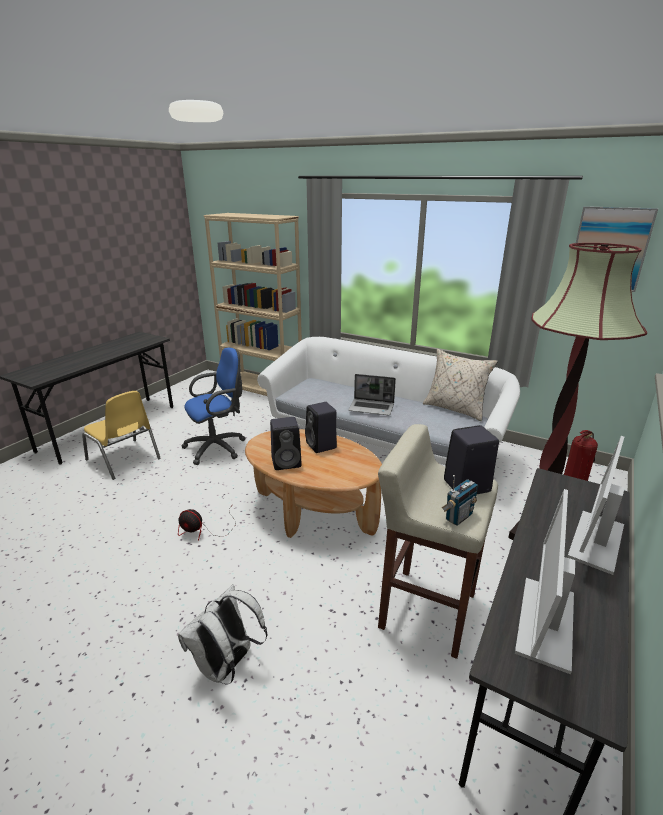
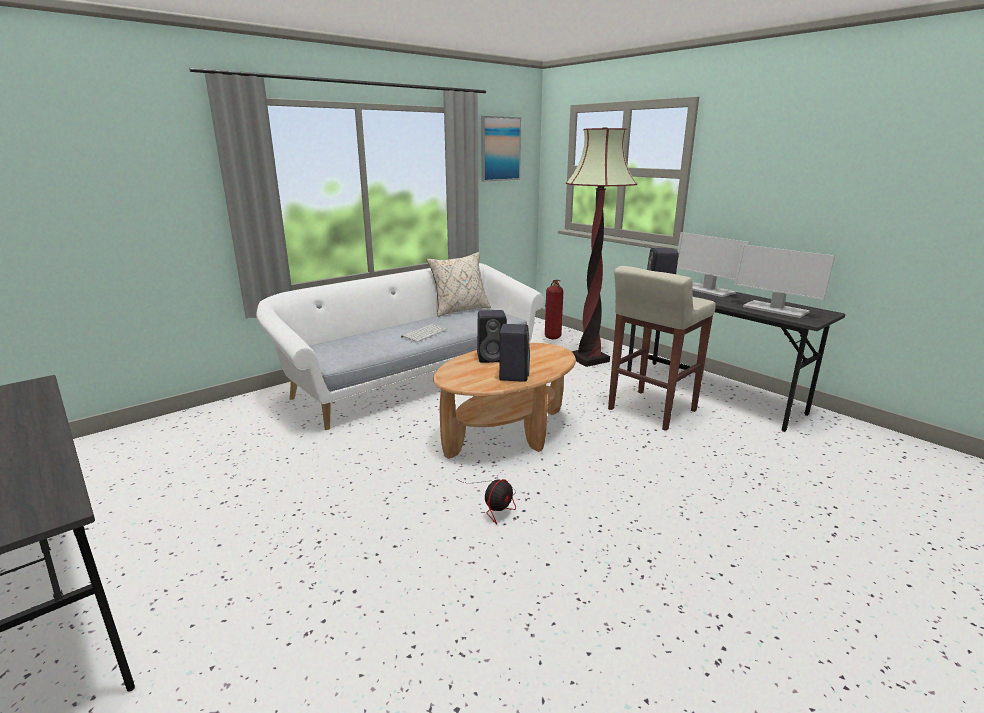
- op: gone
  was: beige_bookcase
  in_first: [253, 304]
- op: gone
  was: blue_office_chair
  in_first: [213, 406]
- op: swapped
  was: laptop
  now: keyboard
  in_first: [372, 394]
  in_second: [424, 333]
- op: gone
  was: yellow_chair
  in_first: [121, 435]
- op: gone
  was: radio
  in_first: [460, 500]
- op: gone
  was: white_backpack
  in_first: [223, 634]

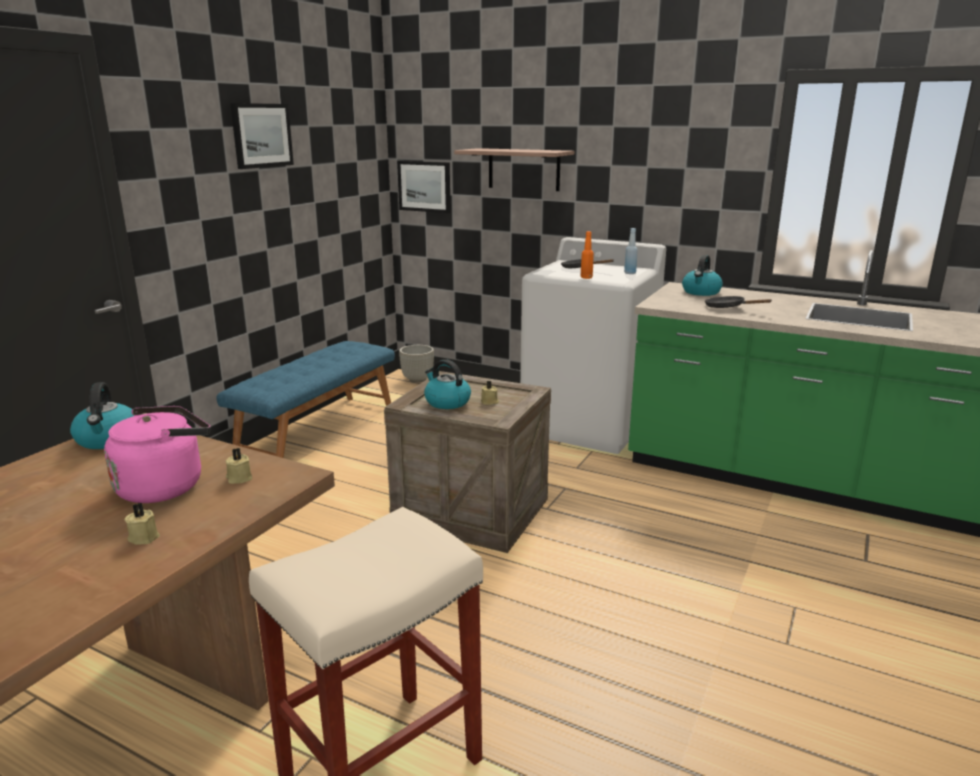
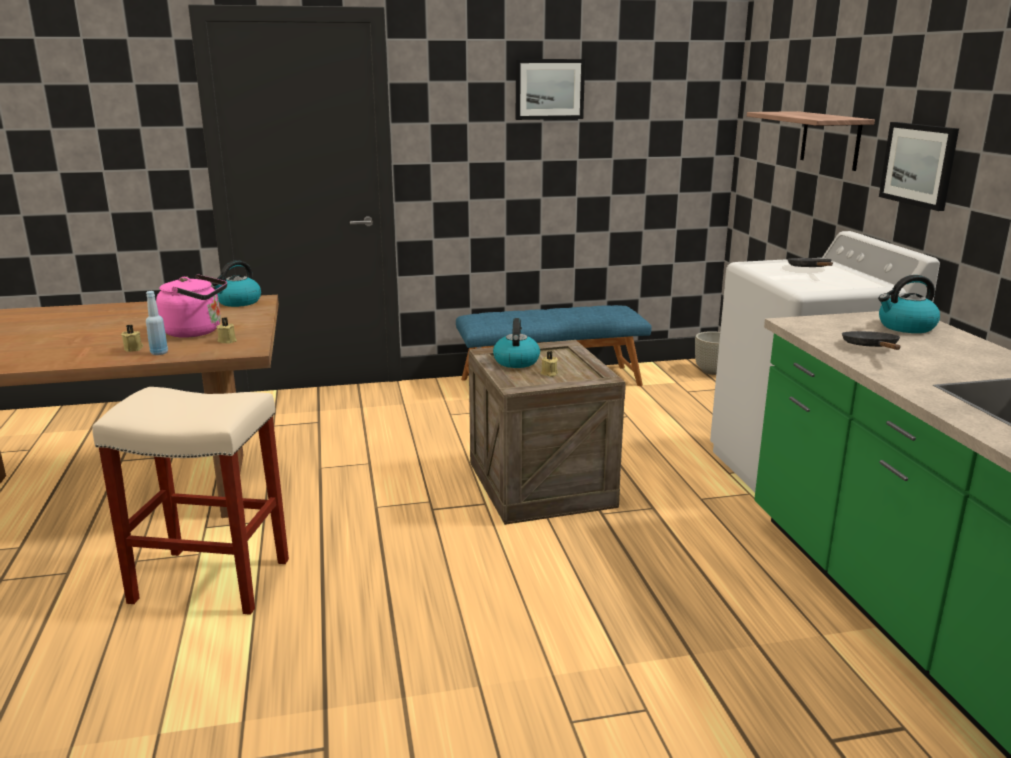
- op: shifted
  was: picture
  in_first: [424, 187]
  in_second: [919, 166]
- op: shifted
  was: blue_bottle
  in_first: [631, 251]
  in_second: [157, 323]
- op: gone
  was: orange_bottle
  in_first: [587, 255]

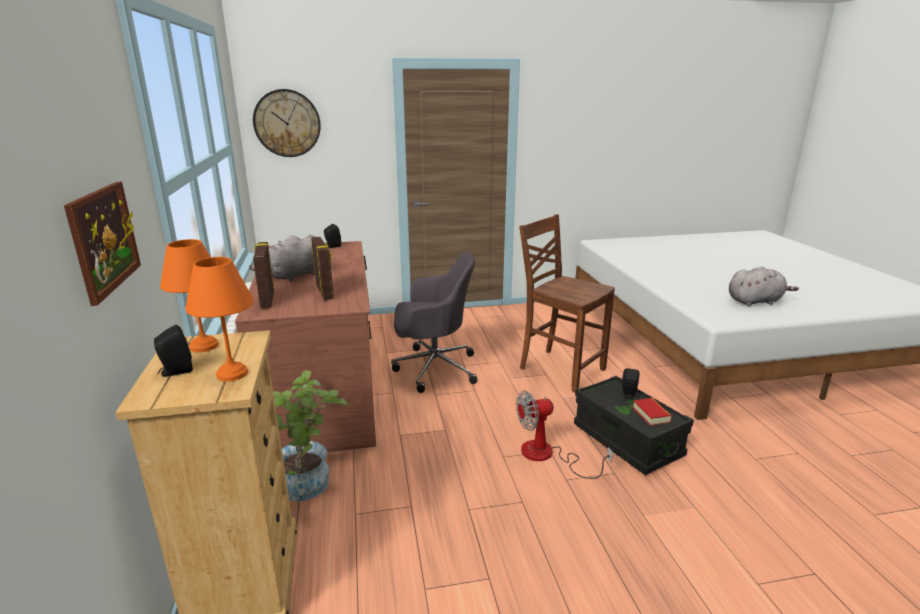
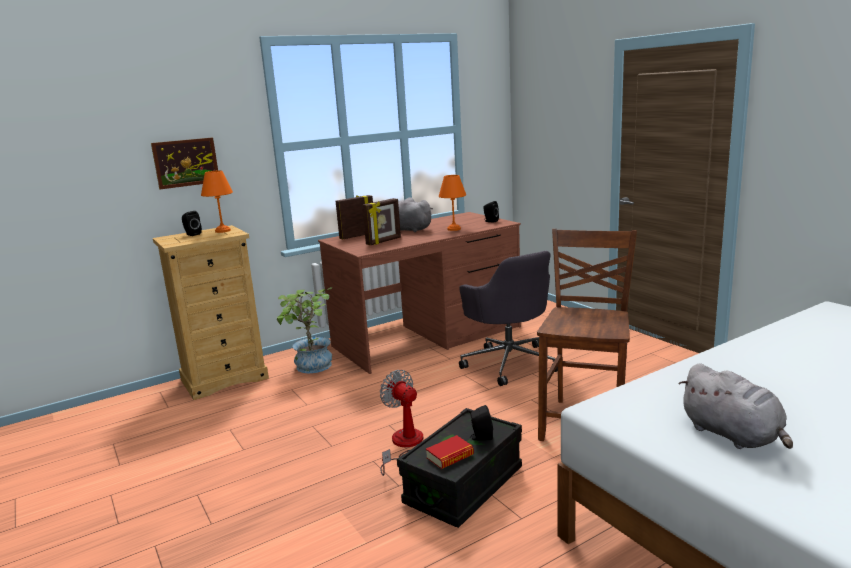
- op: gone
  was: wall_clock
  in_first: [287, 123]
- op: shifted
  was: orange_table_lamp
  in_first: [219, 319]
  in_second: [452, 203]

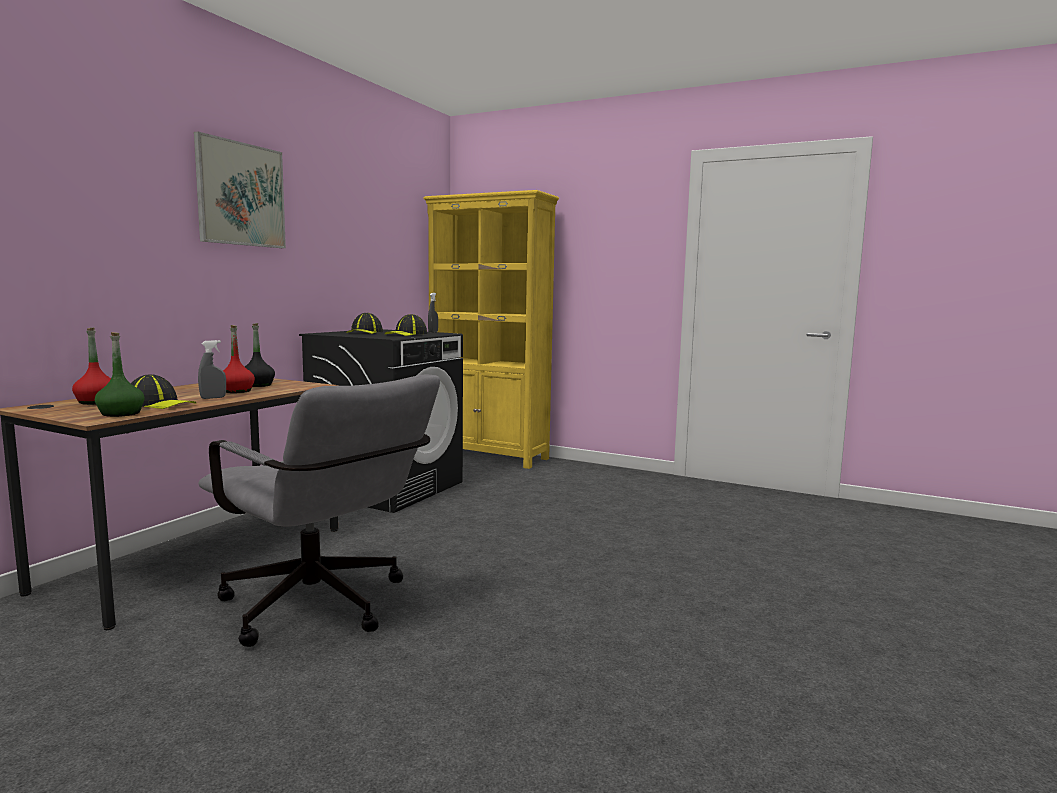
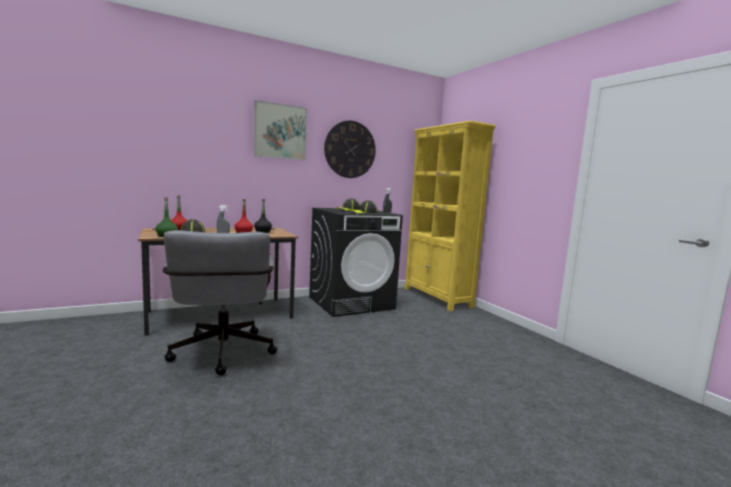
- op: new
  now: wall_clock
  in_second: [350, 149]

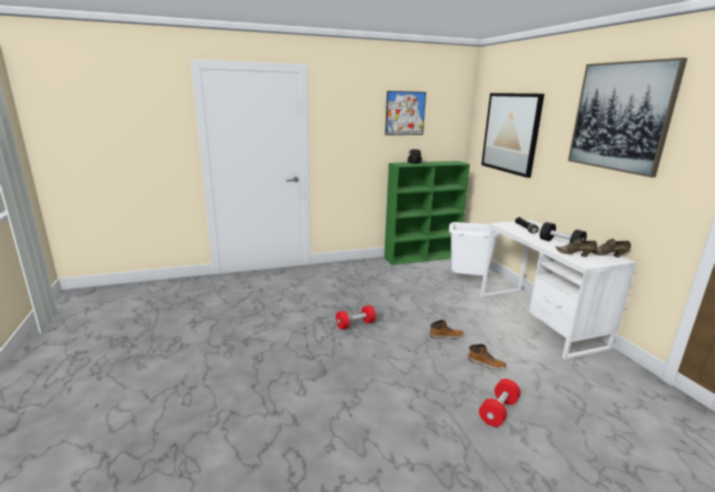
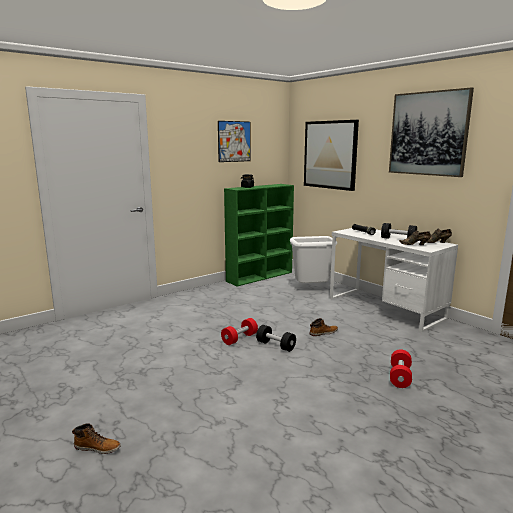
- op: shifted
  was: boot
  in_first: [487, 357]
  in_second: [96, 438]
- op: new
  now: black_dumbbell
  in_second: [276, 338]

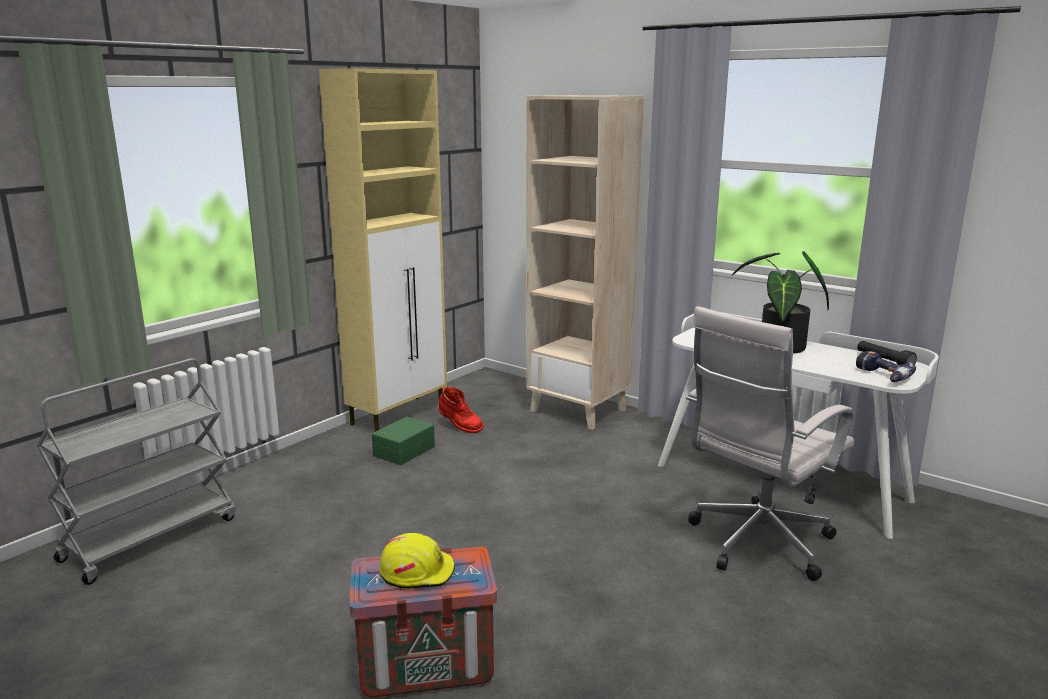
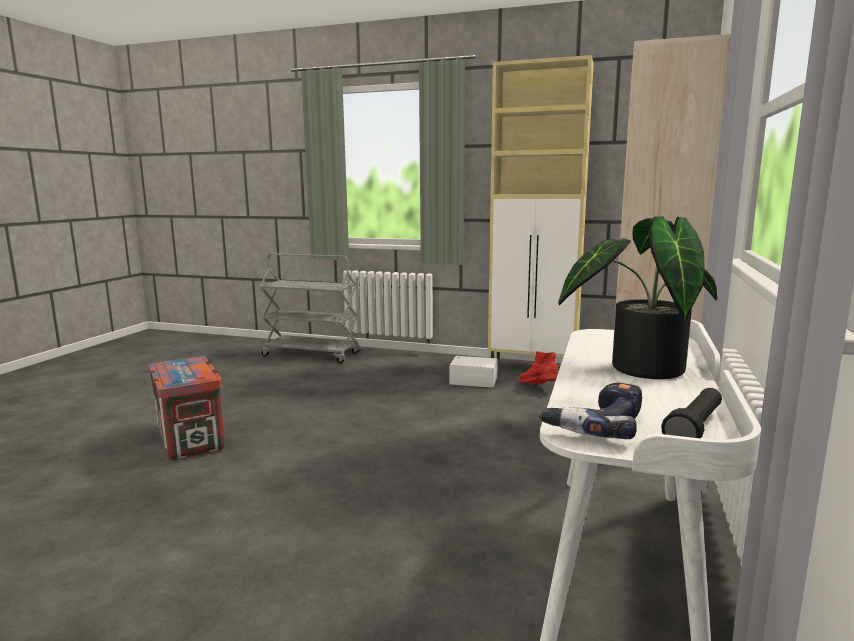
- op: gone
  was: white_office_chair
  in_first: [770, 443]
- op: rotated
  was: red_boot
  in_first: [461, 409]
  in_second: [538, 367]
  clockwise: 135
- op: repainted
  was: green_storage_box
  now: white_storage_box
  in_first: [403, 441]
  in_second: [474, 372]
- op: gone
  was: yellow_hard_hat
  in_first: [417, 561]

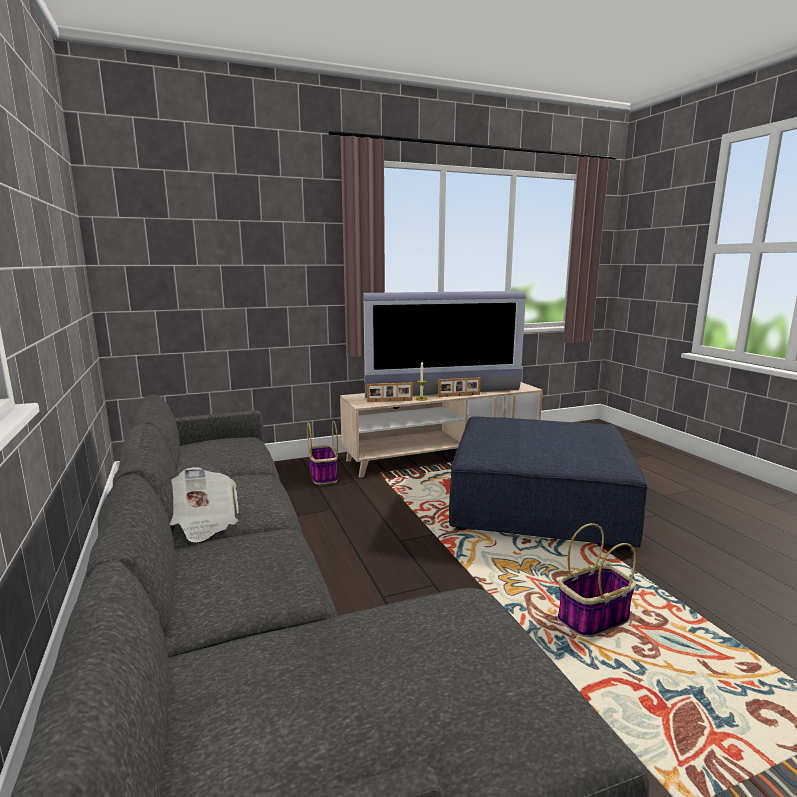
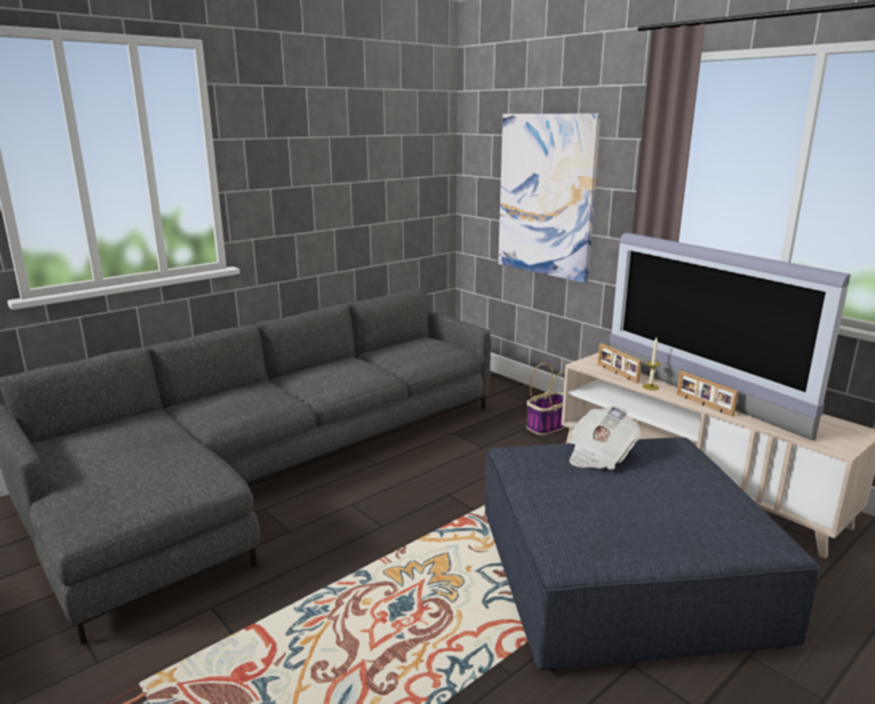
- op: shifted
  was: newspaper
  in_first: [204, 505]
  in_second: [605, 438]
- op: gone
  was: basket
  in_first: [597, 580]
- op: new
  now: picture
  in_second: [549, 198]

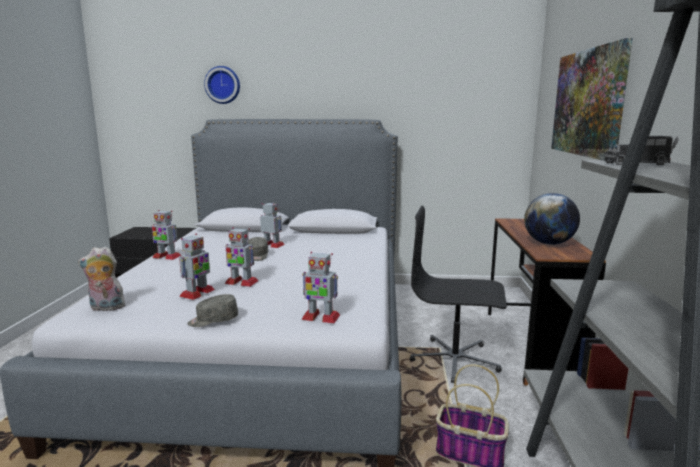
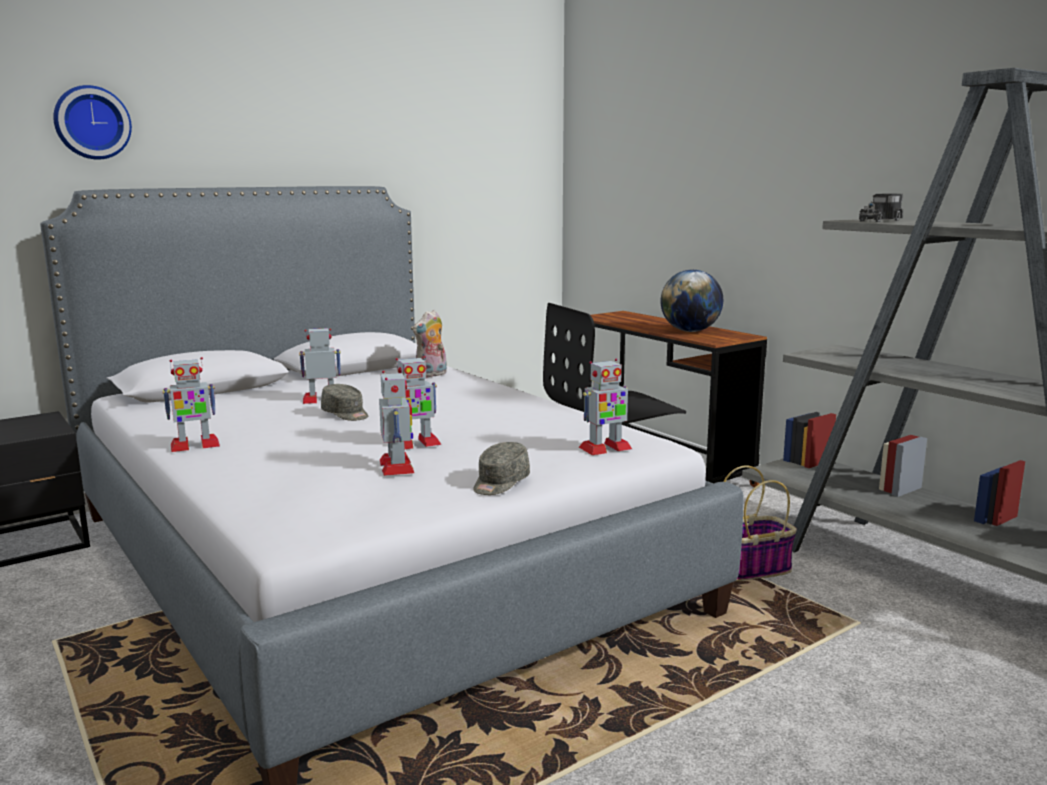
- op: gone
  was: picture
  in_first: [592, 99]
- op: shifted
  was: plush_toy
  in_first: [101, 278]
  in_second: [429, 344]

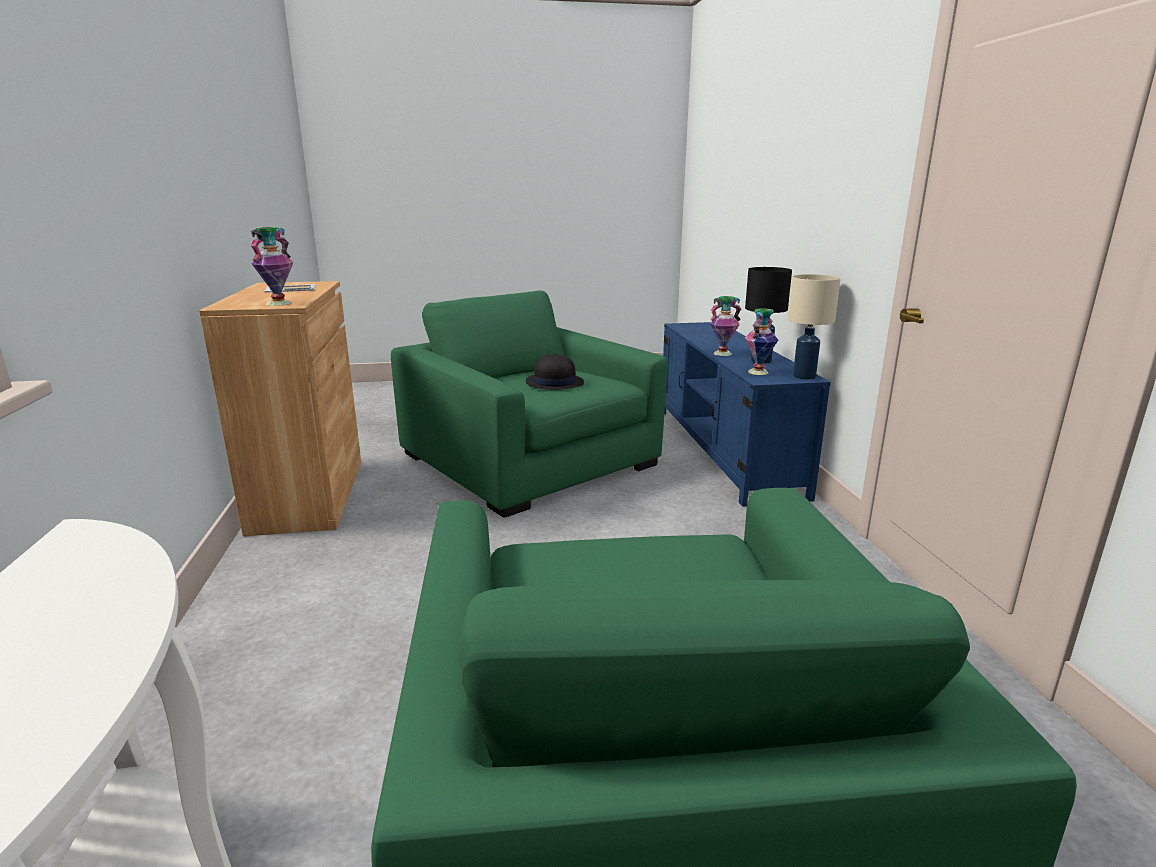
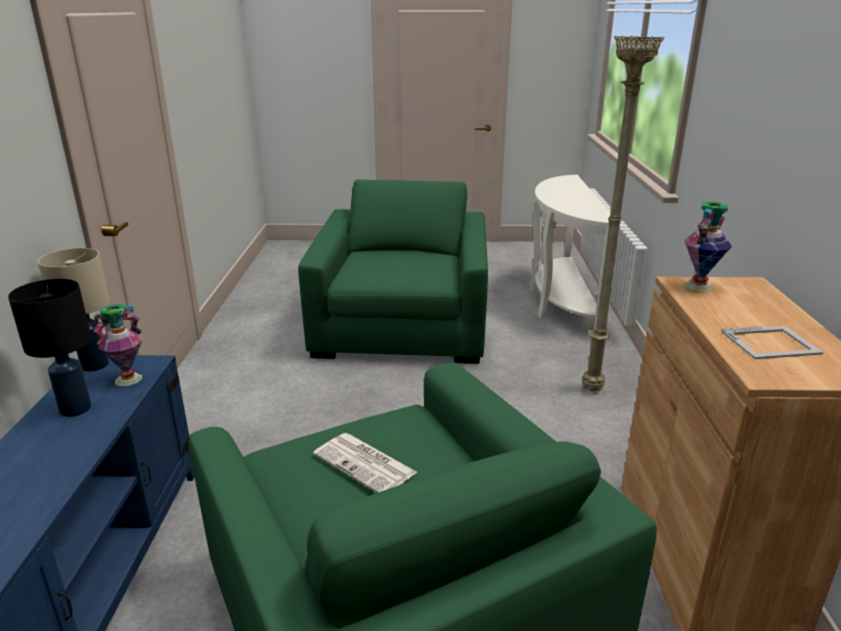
- op: gone
  was: vase
  in_first: [726, 326]
- op: swapped
  was: black_hat
  now: newspaper
  in_first: [555, 372]
  in_second: [365, 463]
- op: new
  now: beige_floor_lamp
  in_second: [623, 213]

